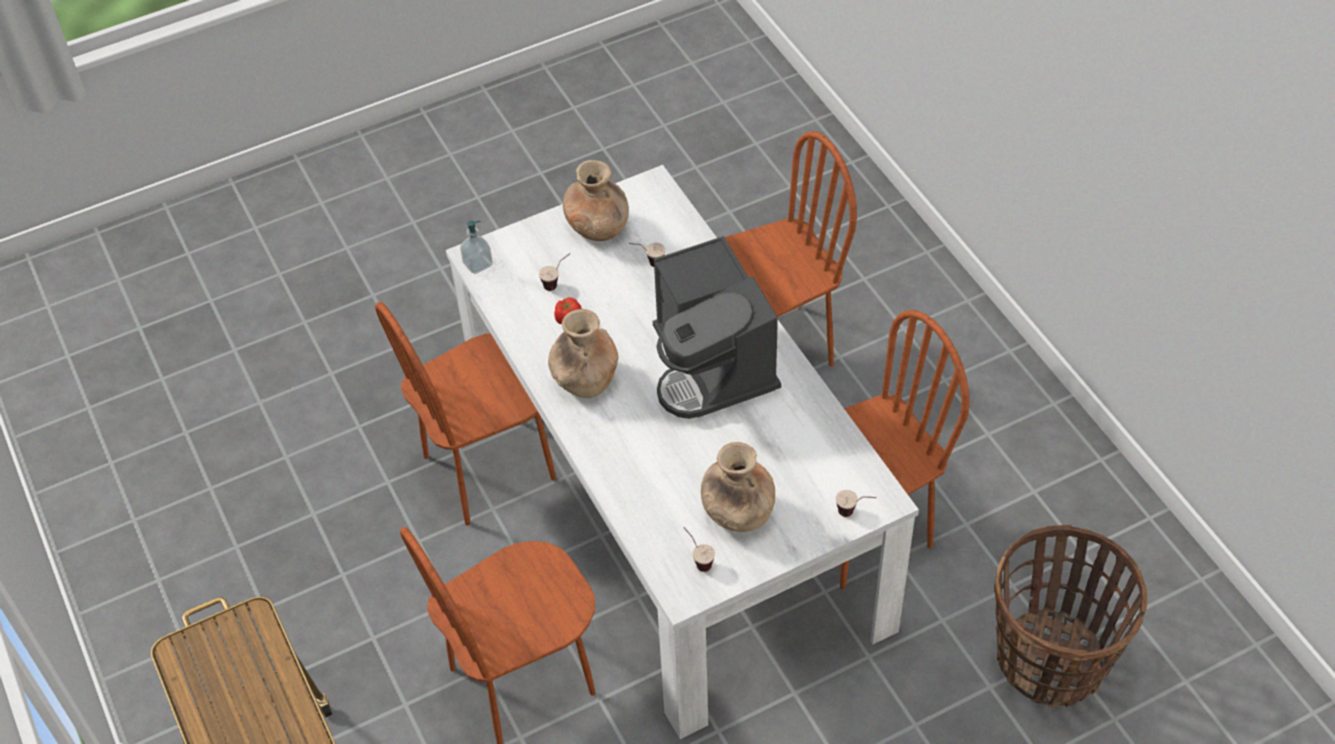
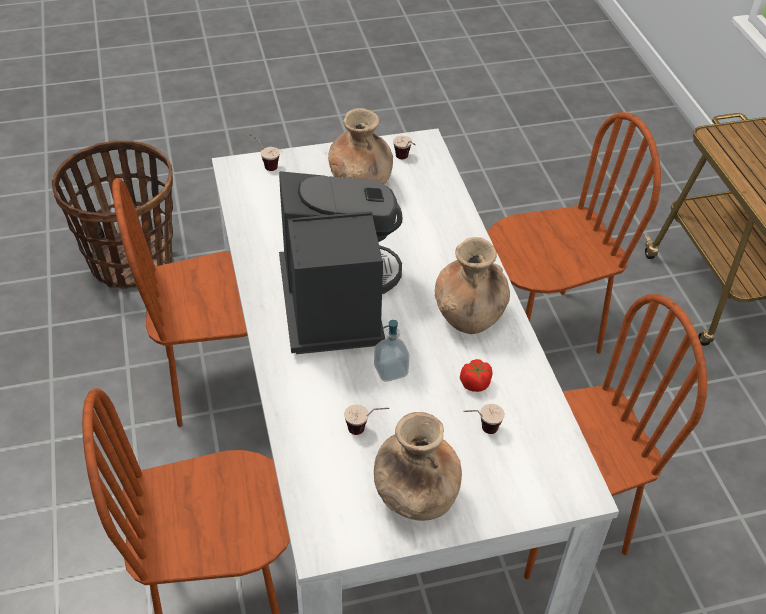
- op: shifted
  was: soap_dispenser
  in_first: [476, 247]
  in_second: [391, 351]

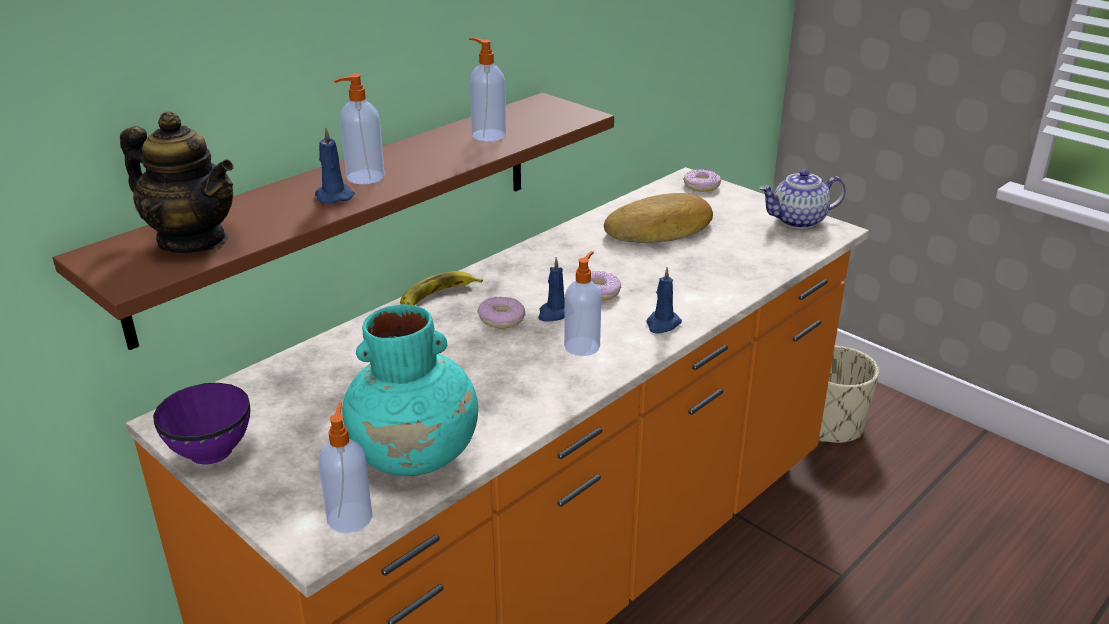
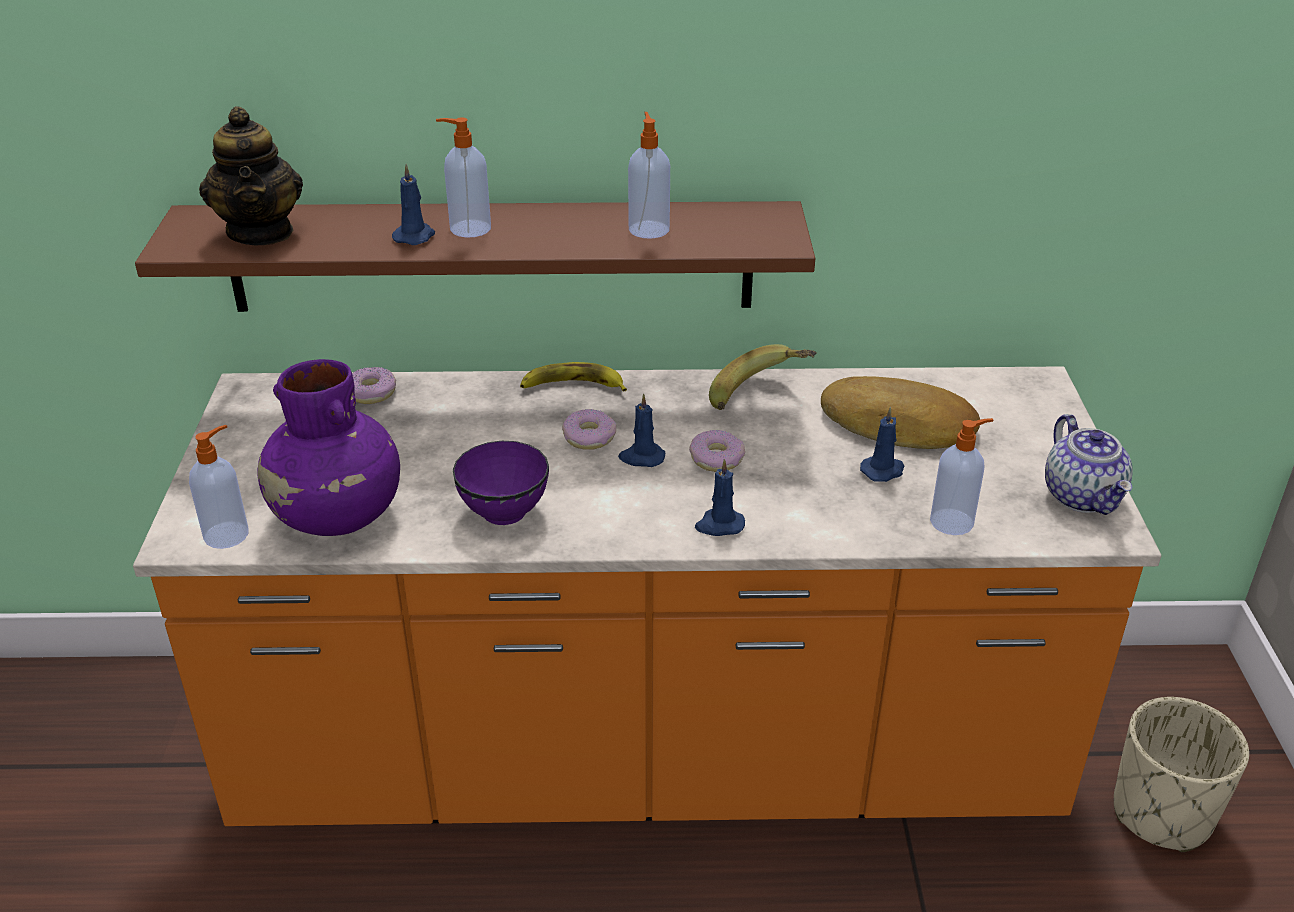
- op: shifted
  was: donut
  in_first: [702, 180]
  in_second: [374, 385]
- op: rotated
  was: teapot
  in_first: [802, 199]
  in_second: [1089, 464]
  clockwise: -135
- op: shifted
  was: soap_dispenser
  in_first: [582, 303]
  in_second: [961, 476]
- op: repainted
  was: turquoise_vase
  now: purple_vase
  in_first: [410, 390]
  in_second: [328, 447]
- op: shifted
  was: purple_bowl
  in_first: [201, 424]
  in_second: [501, 483]
- op: new
  now: banana
  in_second: [763, 377]
- op: new
  now: blue_candle
  in_second: [882, 444]

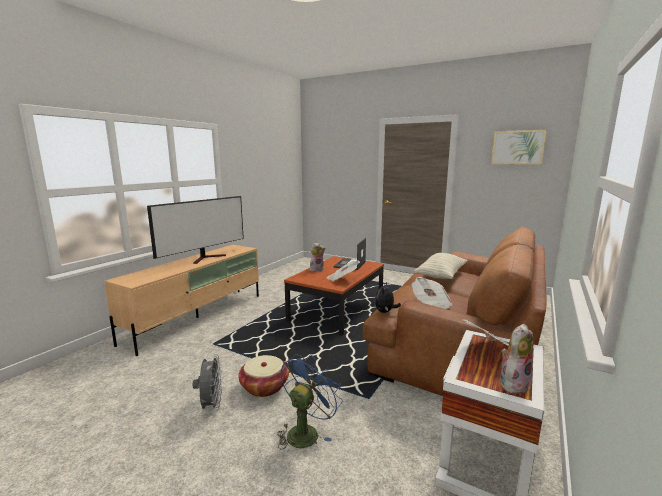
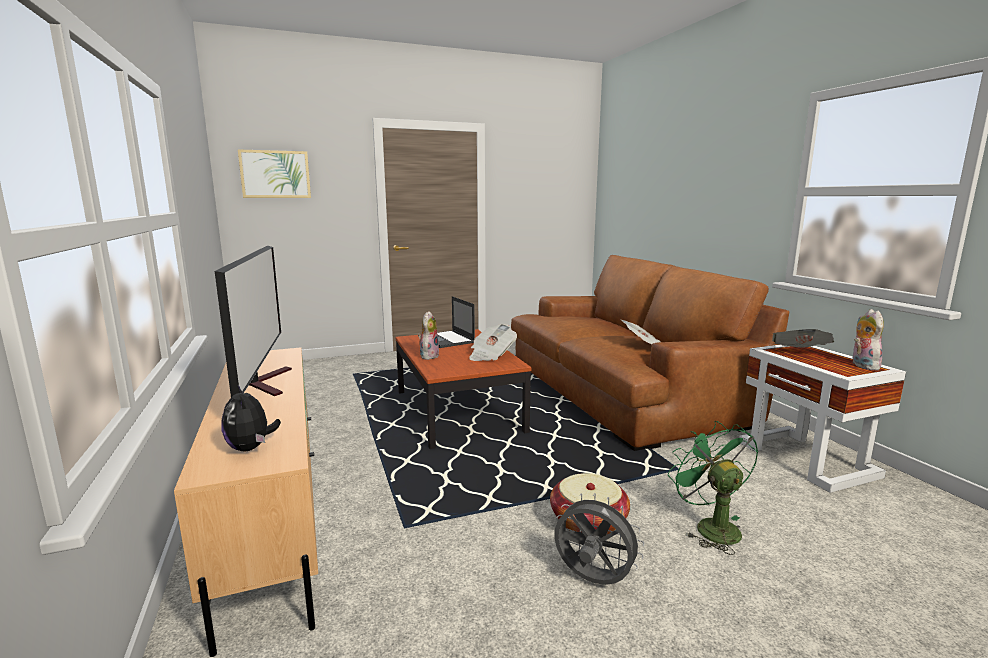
- op: shifted
  was: picture
  in_first: [519, 147]
  in_second: [274, 173]
- op: gone
  was: pillow
  in_first: [441, 266]
- op: shifted
  was: plush_toy
  in_first: [388, 297]
  in_second: [251, 417]
- op: repainted
  was: blue_fan
  now: green_fan
  in_first: [310, 402]
  in_second: [713, 488]

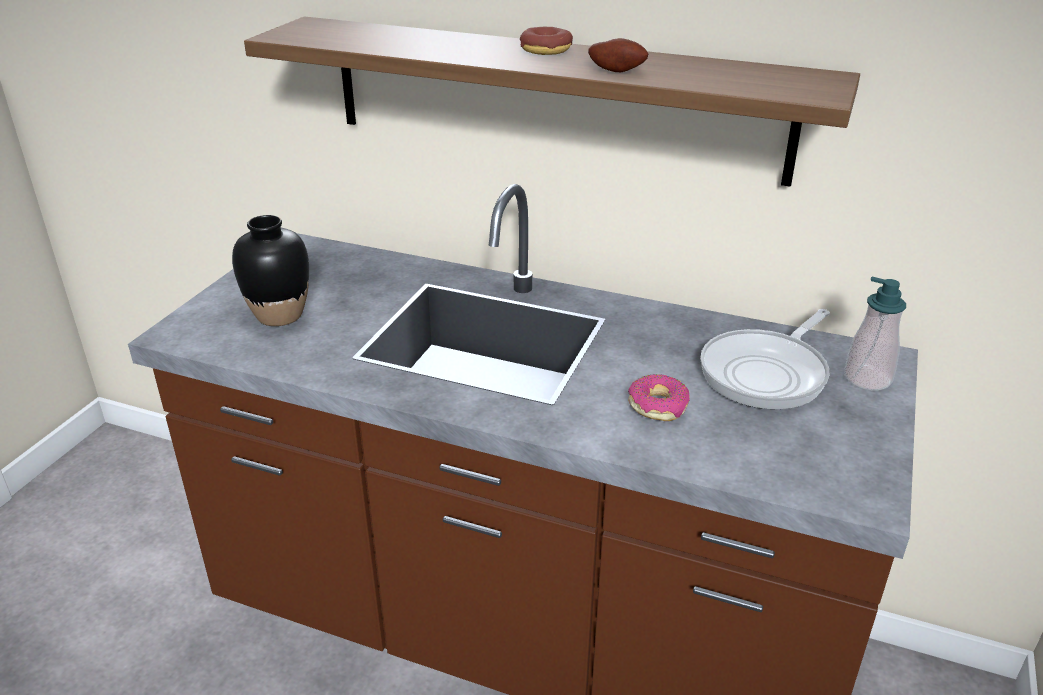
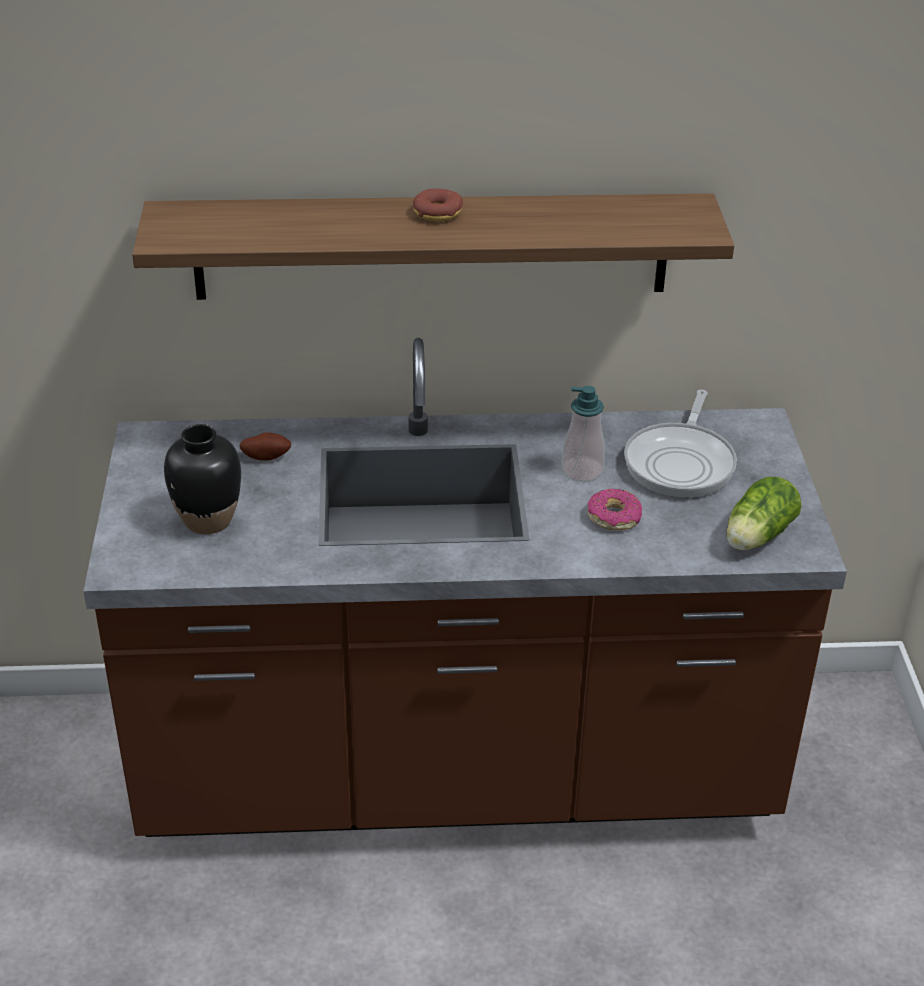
- op: shifted
  was: potato
  in_first: [618, 55]
  in_second: [265, 446]
- op: shifted
  was: soap_dispenser
  in_first: [875, 334]
  in_second: [583, 434]
- op: new
  now: lettuce
  in_second: [763, 514]

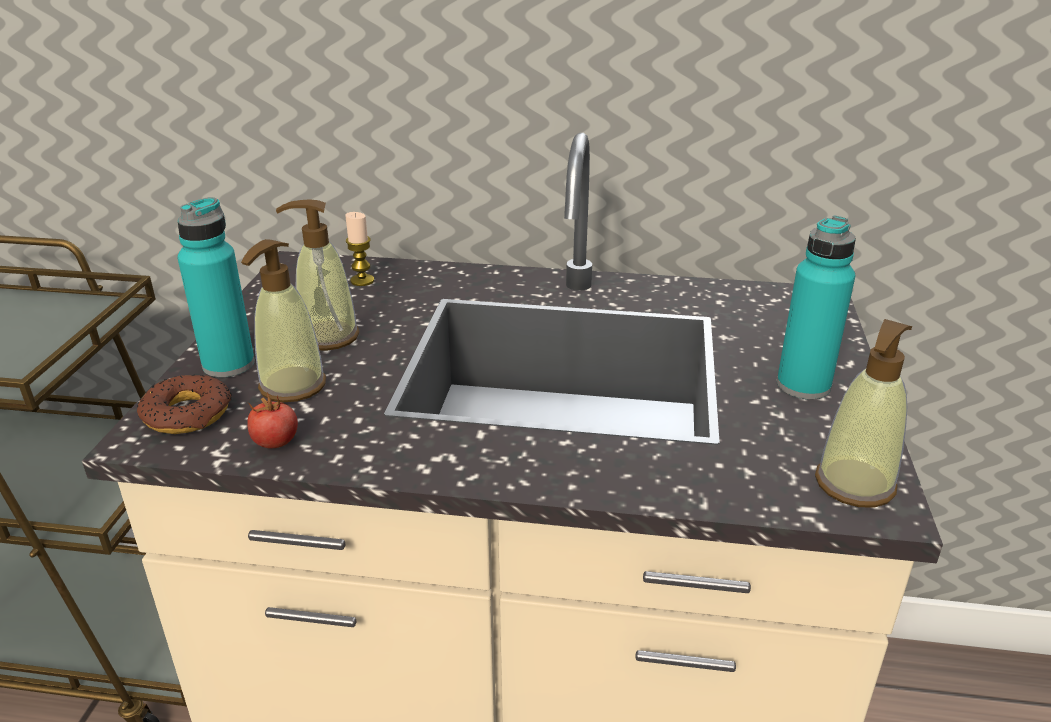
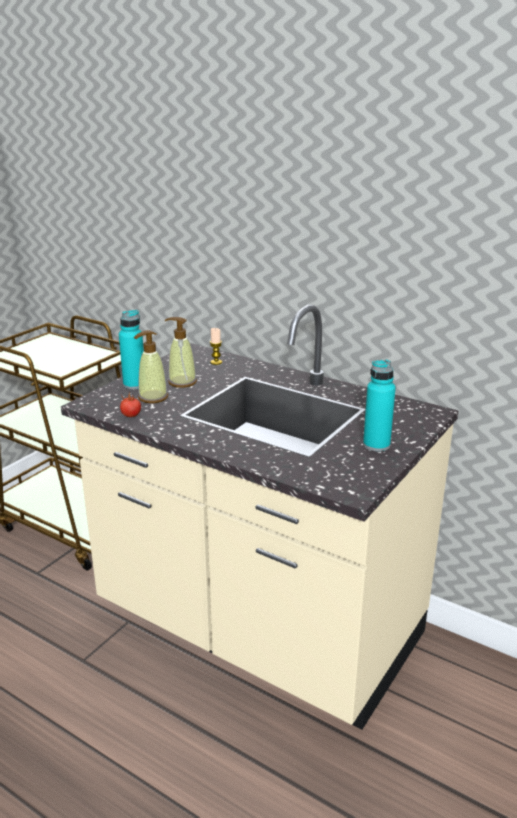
- op: gone
  was: soap_dispenser
  in_first: [863, 413]
- op: gone
  was: donut
  in_first: [184, 404]

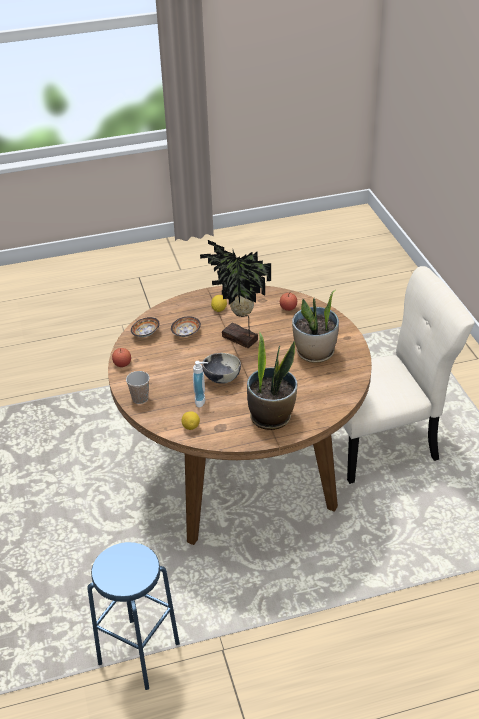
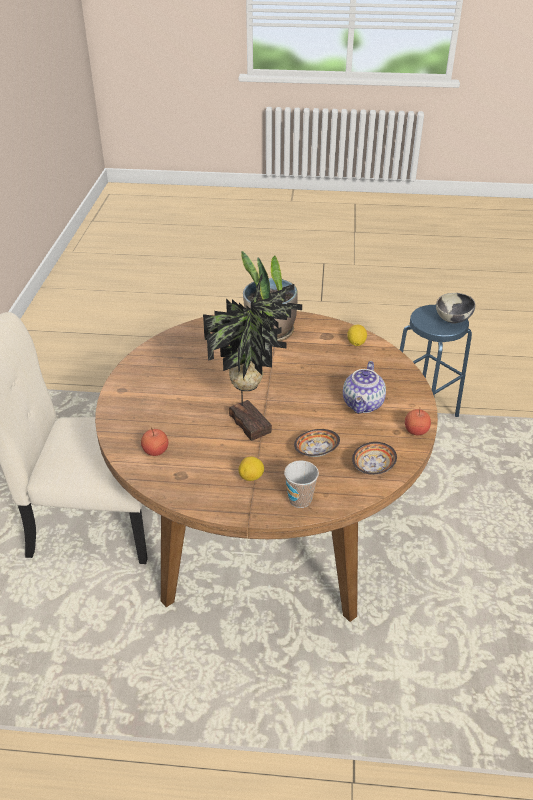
- op: gone
  was: potted_plant
  in_first: [315, 326]
- op: shifted
  was: bowl
  in_first: [221, 368]
  in_second: [455, 308]
- op: gone
  was: soap_dispenser
  in_first: [200, 384]
- op: shifted
  was: cup
  in_first: [138, 387]
  in_second: [301, 484]
- op: new
  now: teapot
  in_second: [364, 387]

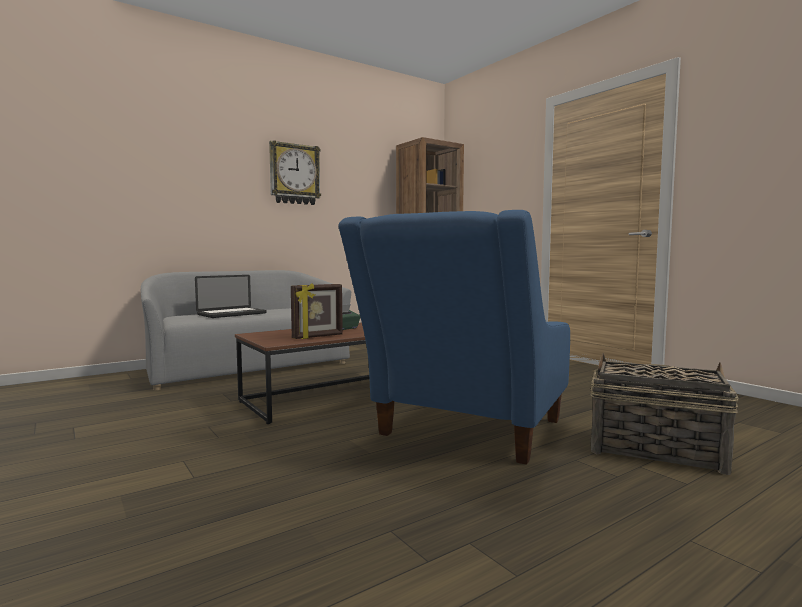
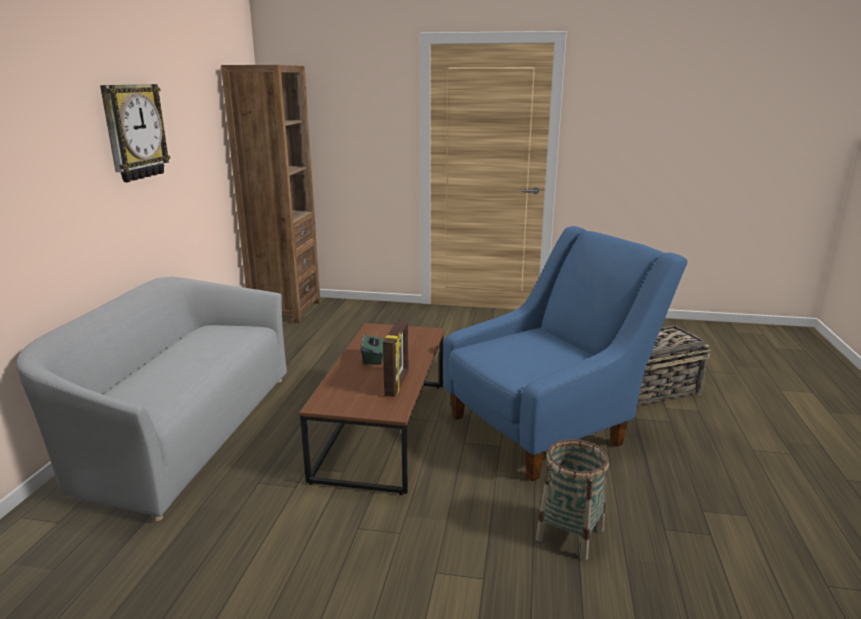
- op: rotated
  was: blue_armchair
  in_first: [454, 337]
  in_second: [565, 353]
  clockwise: -105
- op: gone
  was: laptop
  in_first: [231, 296]
- op: new
  now: basket
  in_second: [572, 499]

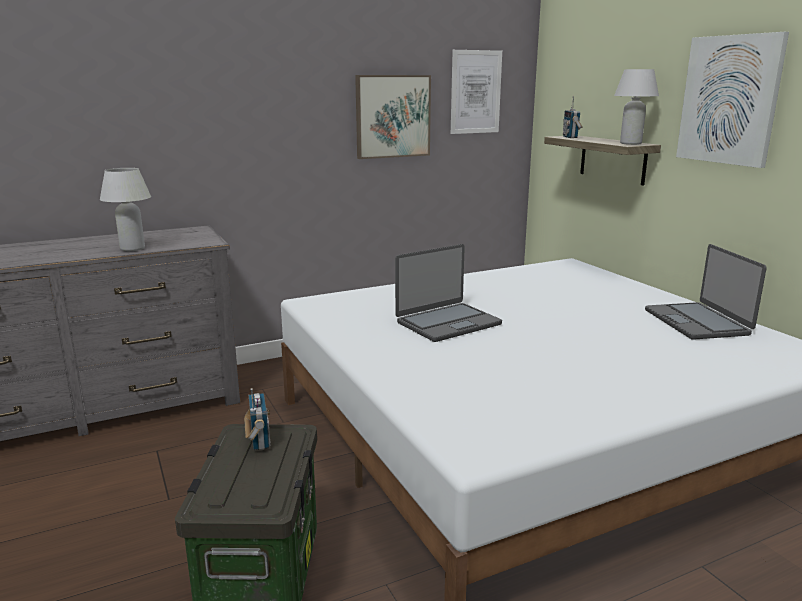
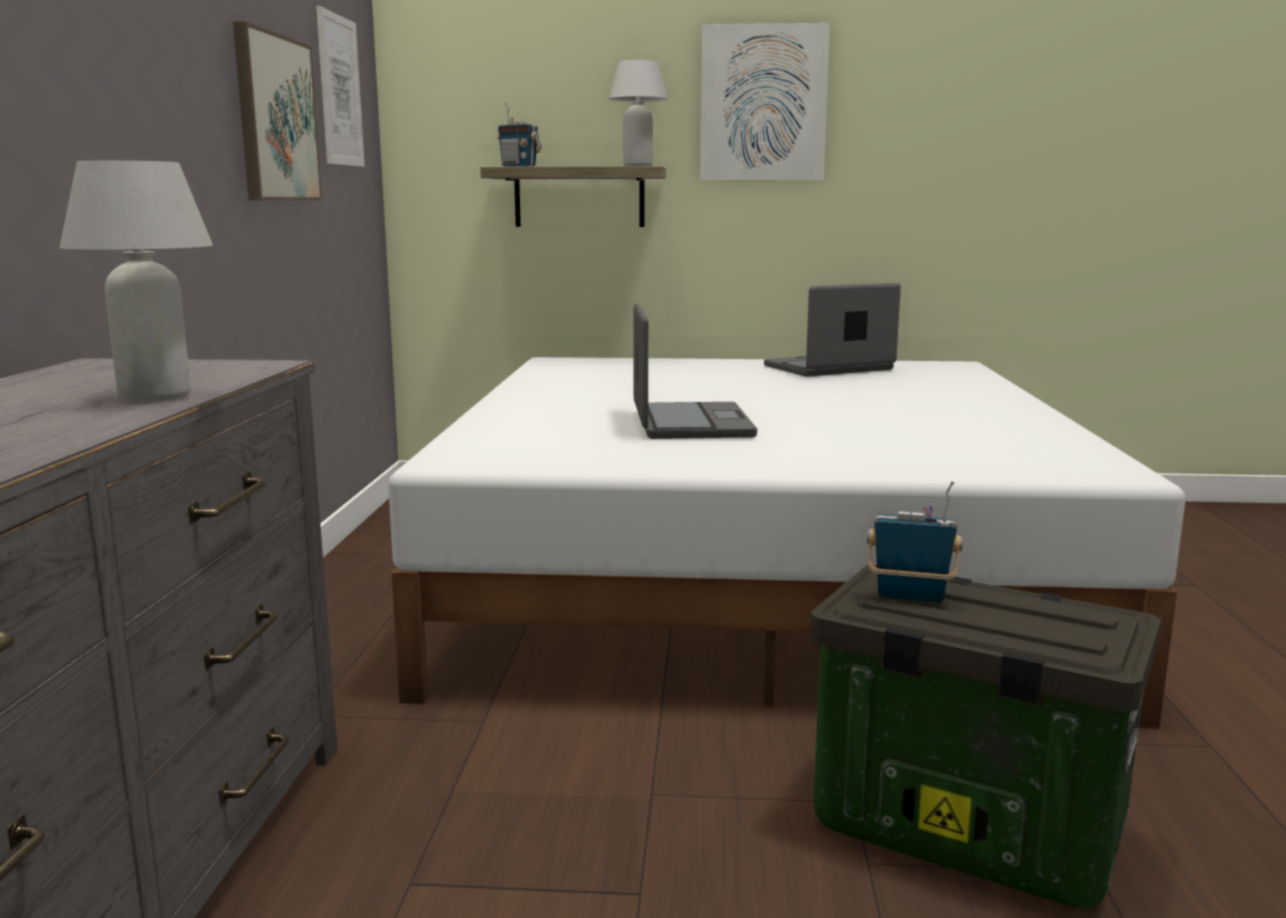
- op: rotated
  was: laptop
  in_first: [706, 292]
  in_second: [832, 330]
  clockwise: 135

